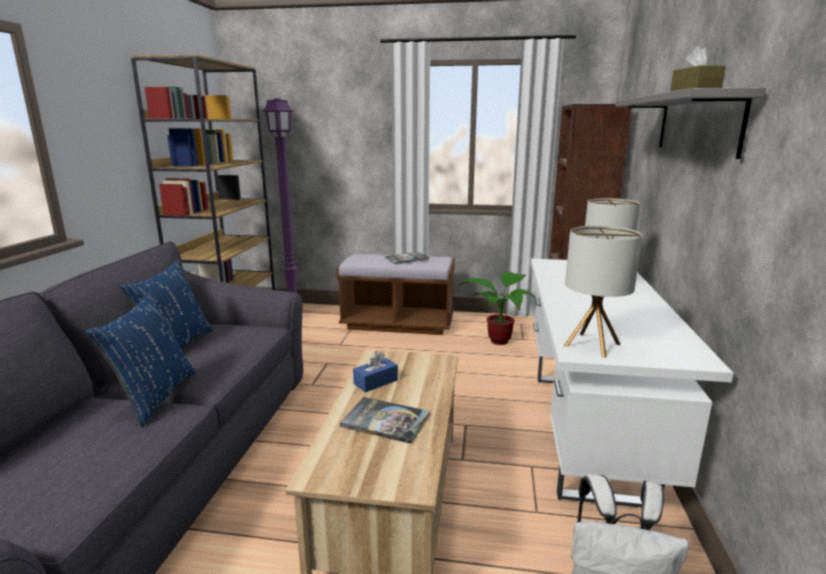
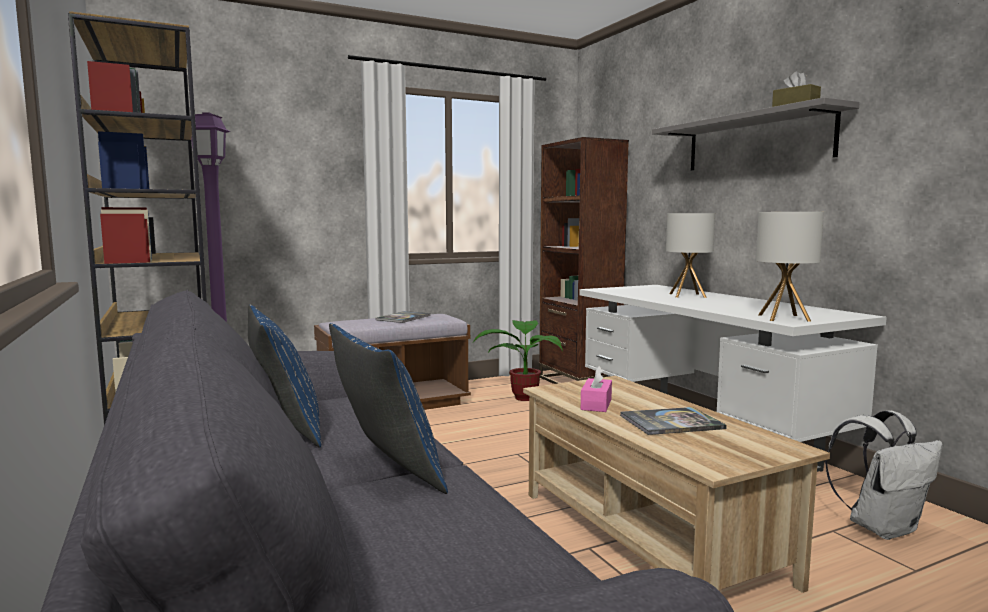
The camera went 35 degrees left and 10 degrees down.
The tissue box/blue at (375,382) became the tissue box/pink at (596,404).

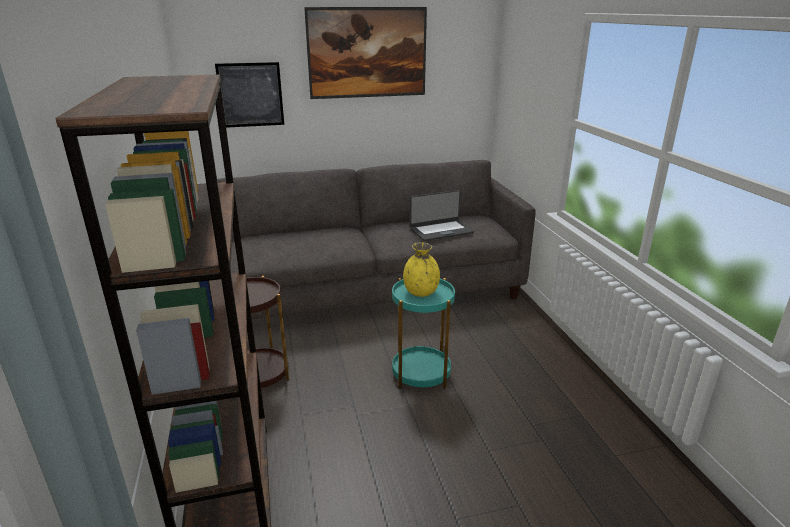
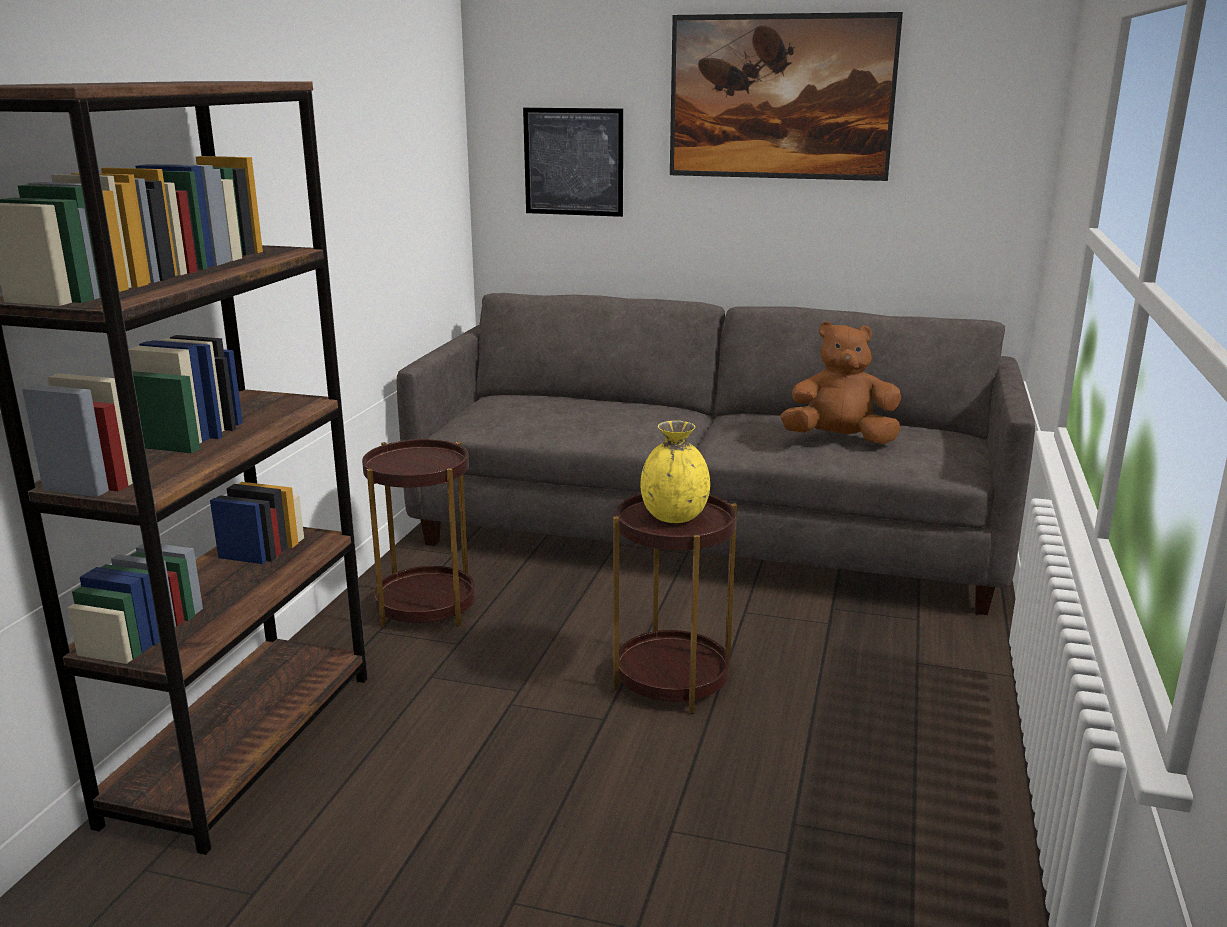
The camera went 30 degrees right and 5 degrees down.
The side table/turquoise at (421,373) became the side table/brown at (672,680).
The laptop at (441,230) was replaced by the plush toy/brown at (839,440).

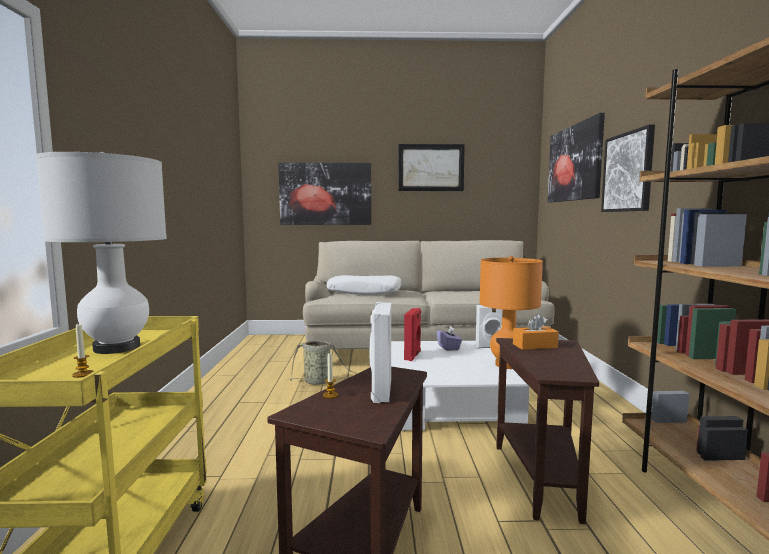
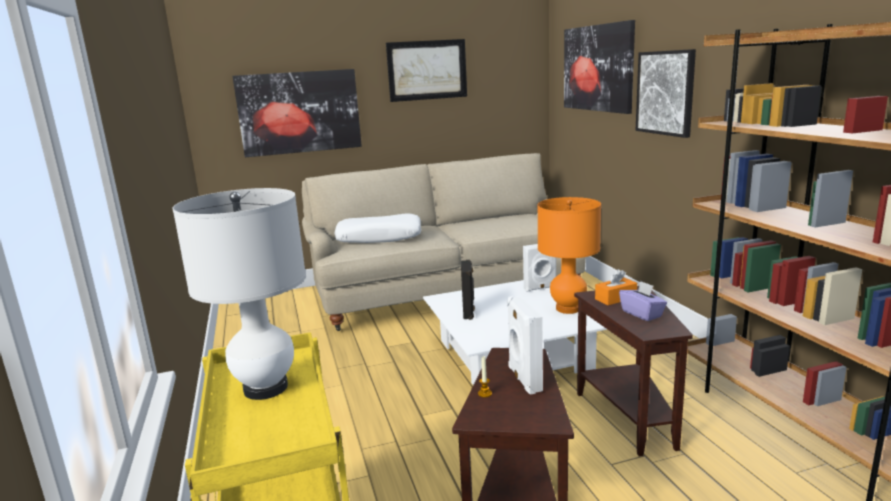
The camera went 15 degrees left and 10 degrees up.
The speaker/red at (413,356) became the speaker/black at (469,312).
The tissue box/purple moved from (449,347) to (642,314).
The candle at (83,374) disappeared.
The basket at (319,382) disappeared.

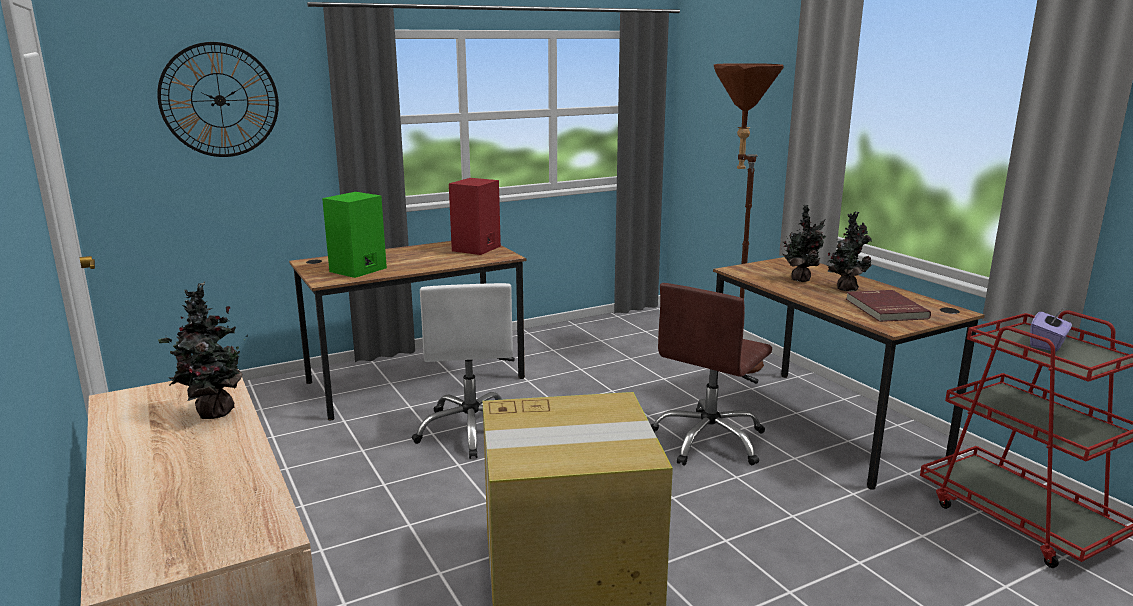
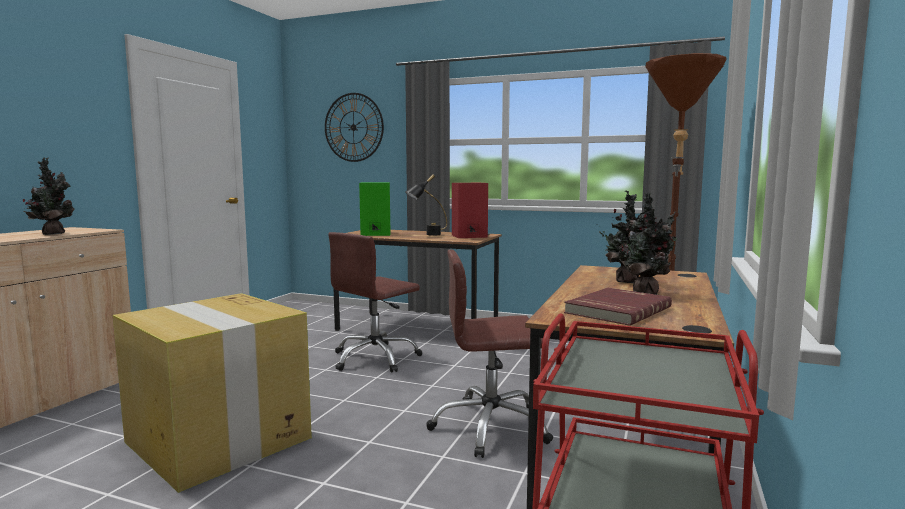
The camera went 50 degrees right and 10 degrees down.
The office chair/white at (472,430) became the office chair/brown at (375,358).
The table lamp/black at (427,235) appeared.
The tissue box/purple at (1047,344) disappeared.

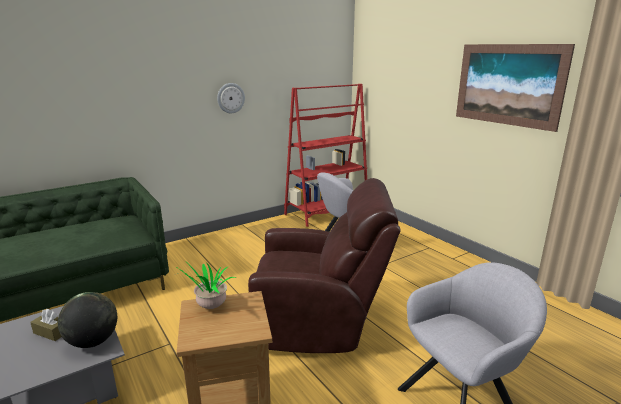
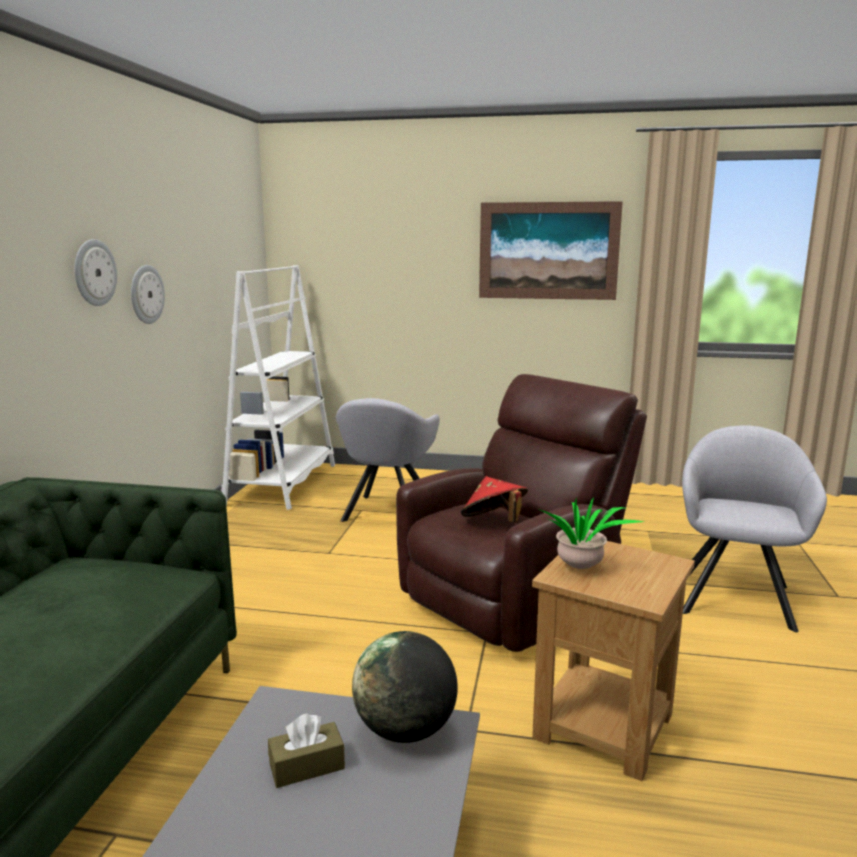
The camera went 45 degrees left and 5 degrees down.
The wall clock at (94,272) appeared.
The bookcase/red at (327,212) became the bookcase/white at (283,484).
The hat/red at (494,523) appeared.

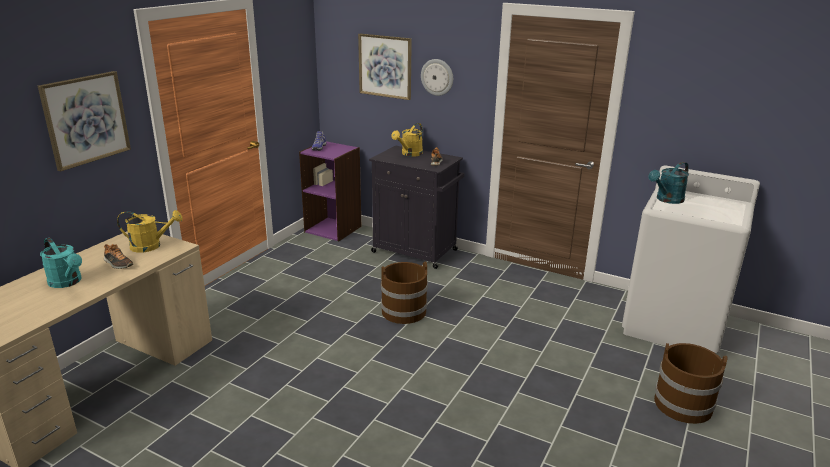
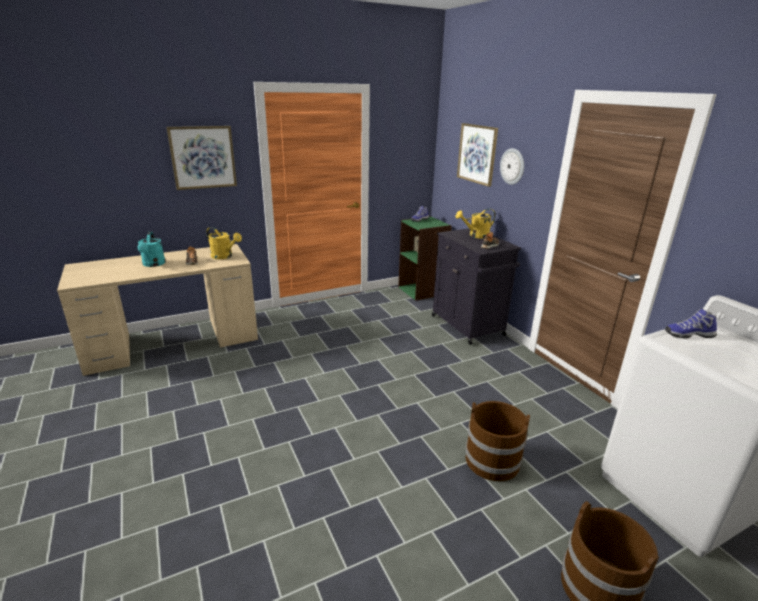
The camera went 35 degrees right and 0 degrees up.
The bookcase/purple at (333,229) became the bookcase/green at (422,291).
The bucket/brown moved from (404,311) to (492,460).
The watering can/turquoise at (667,200) was replaced by the shoe at (688,334).

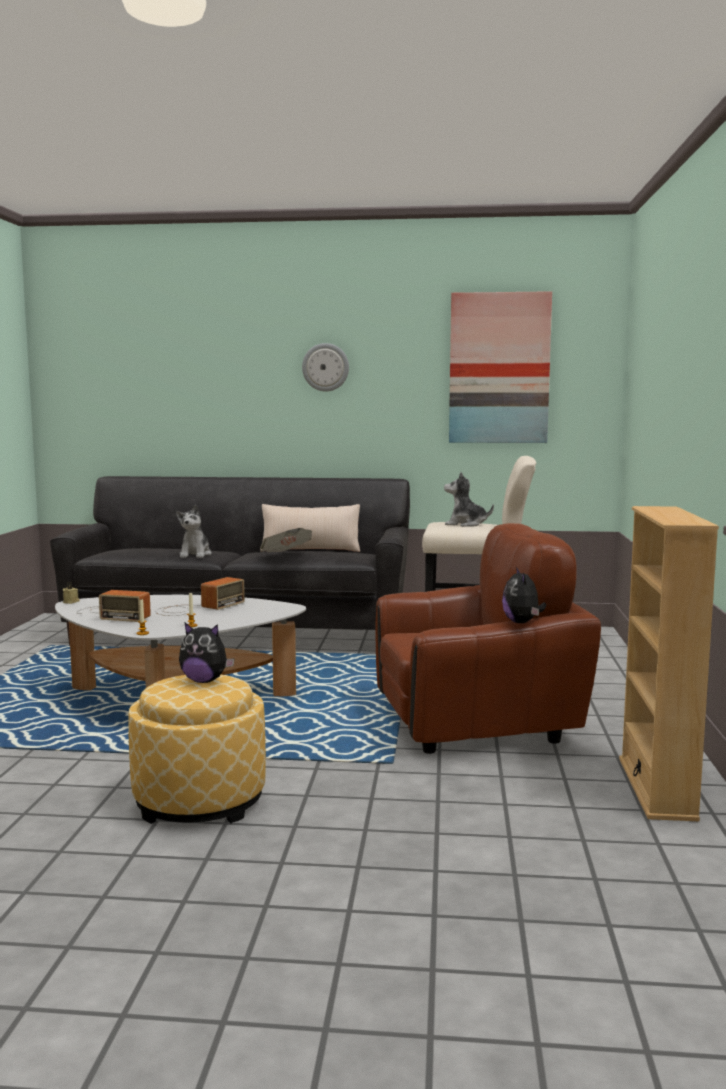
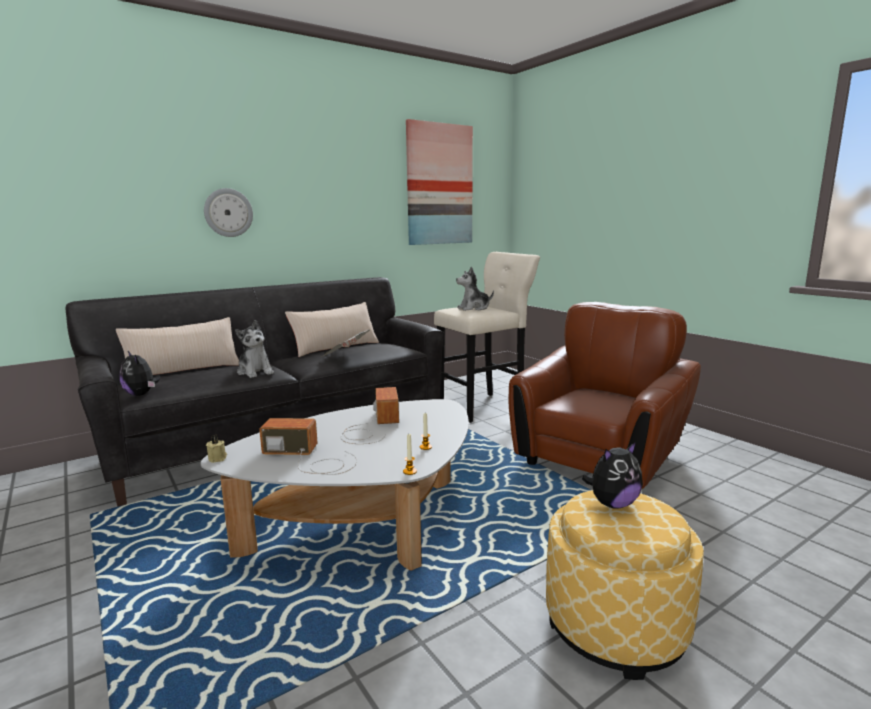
The camera went 40 degrees left and 5 degrees up.
The pillow/beige at (183,370) appeared.
The plush toy moved from (522,622) to (141,394).
The wall clock moved from (325,367) to (228,212).
The radio at (112,614) turned 150 degrees counterclockwise.
The bookcase/beige at (656,788) disappeared.

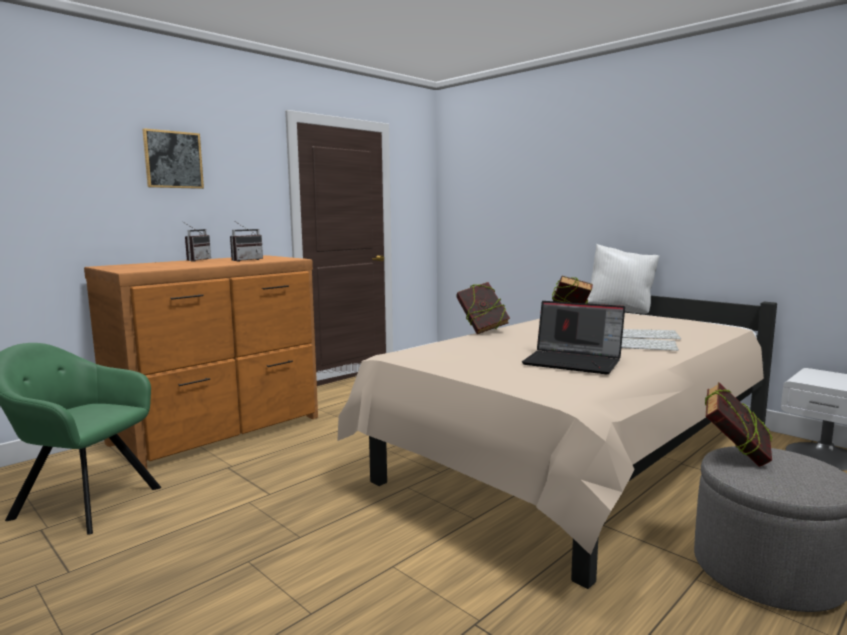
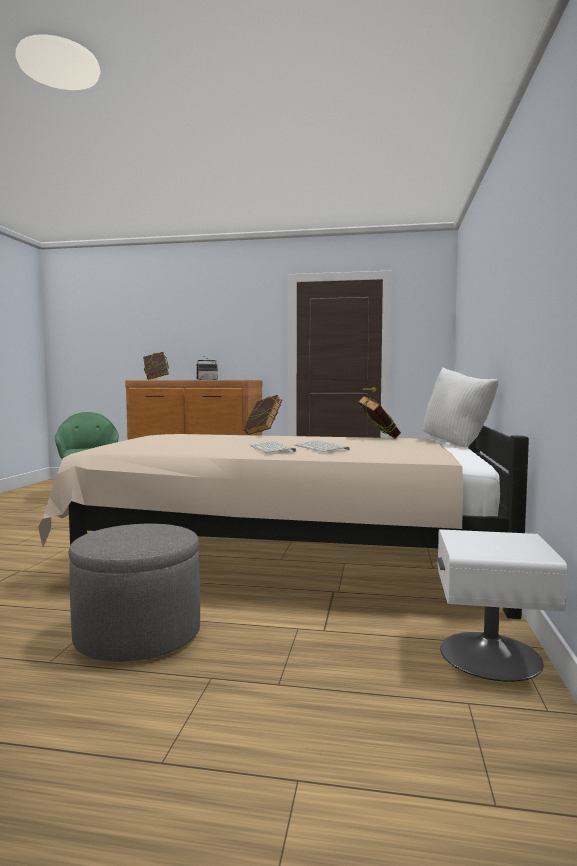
The camera went 55 degrees right and 5 degrees down.
The book moved from (735,456) to (156,379).
The picture at (173,159) disappeared.
The radio at (245,260) disappeared.
The laptop at (574,362) disappeared.

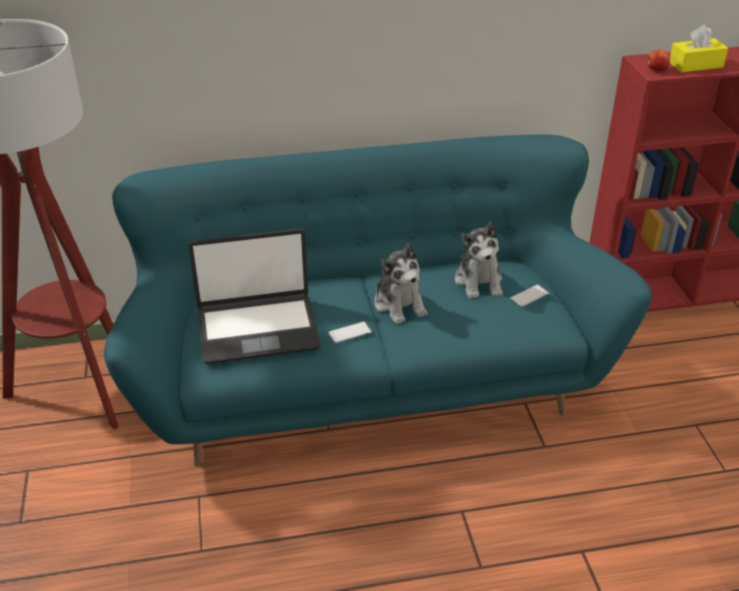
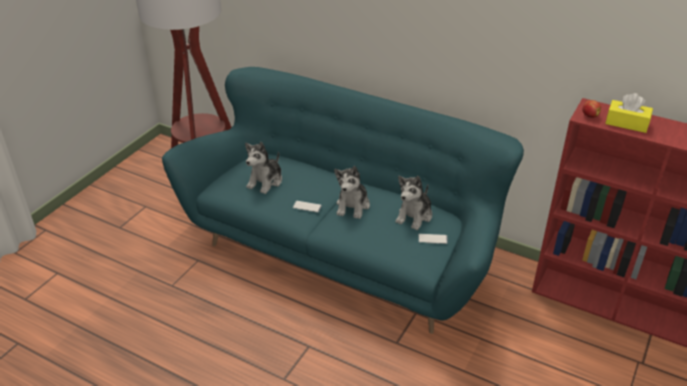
The camera went 40 degrees right and 0 degrees up.
The laptop at (257,329) was replaced by the plush toy at (265,181).

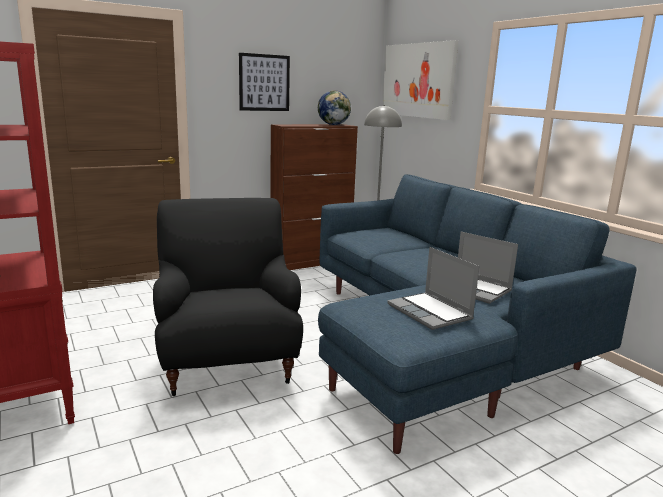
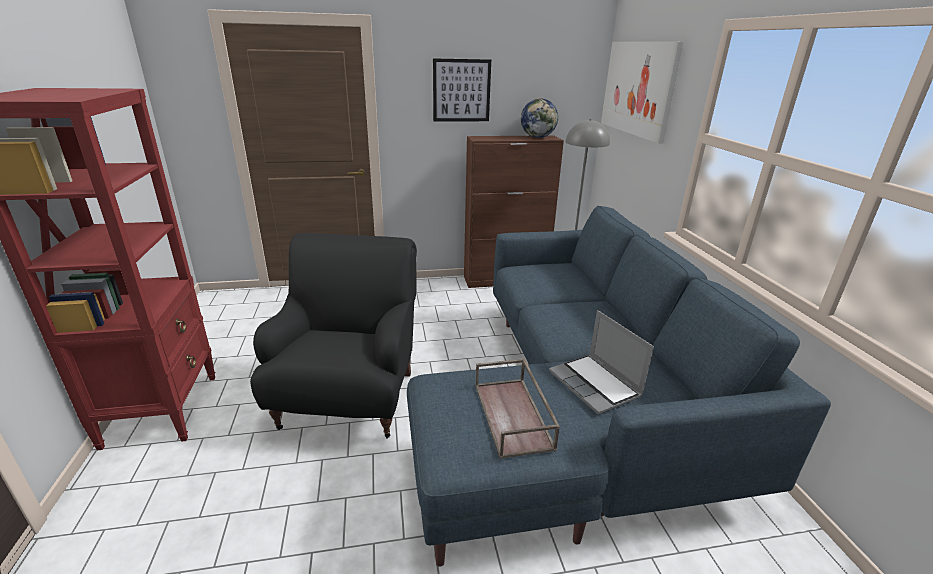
The camera went 20 degrees right and 10 degrees up.
The laptop at (431,312) was replaced by the tray/brown at (514,416).

